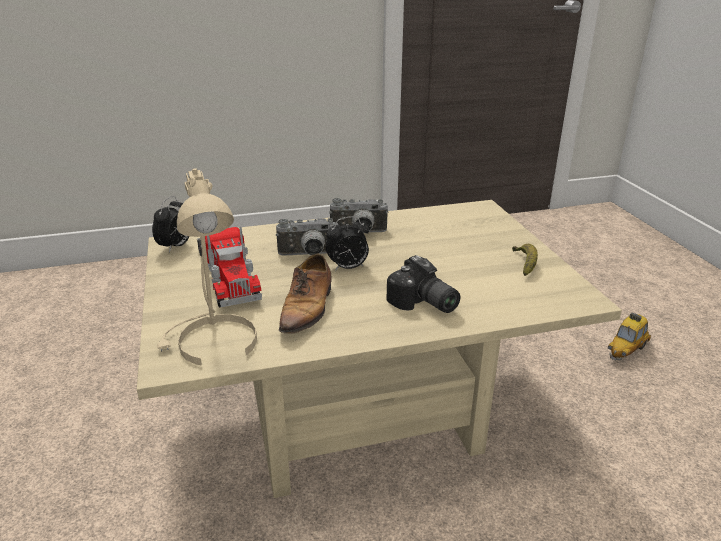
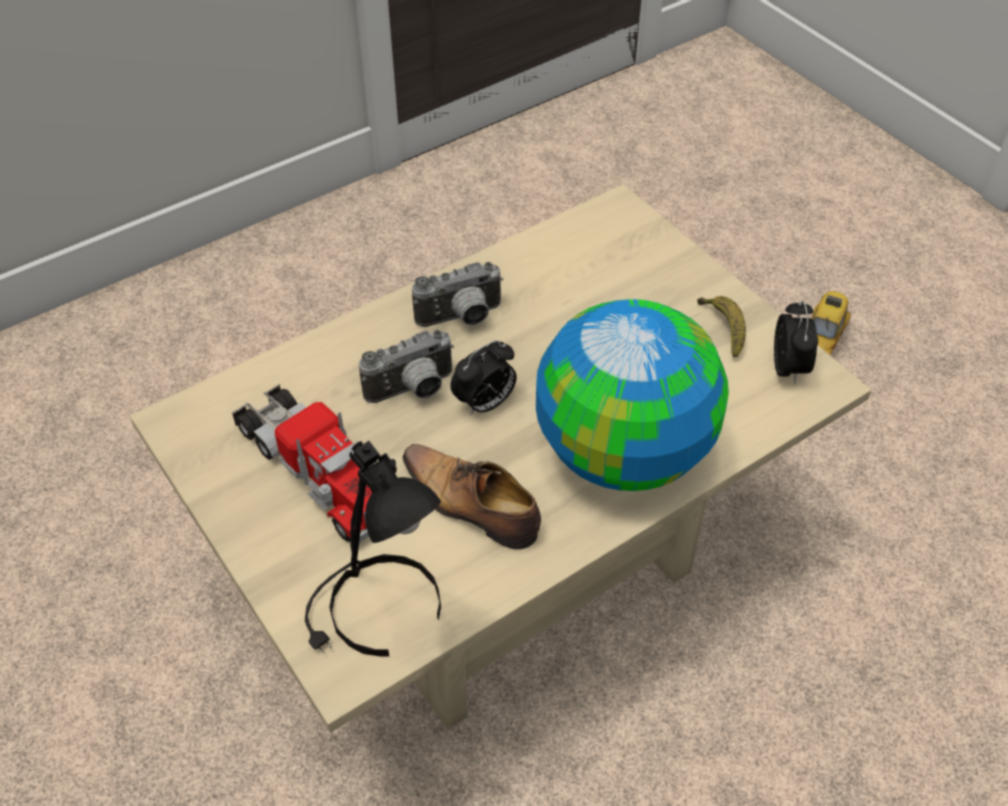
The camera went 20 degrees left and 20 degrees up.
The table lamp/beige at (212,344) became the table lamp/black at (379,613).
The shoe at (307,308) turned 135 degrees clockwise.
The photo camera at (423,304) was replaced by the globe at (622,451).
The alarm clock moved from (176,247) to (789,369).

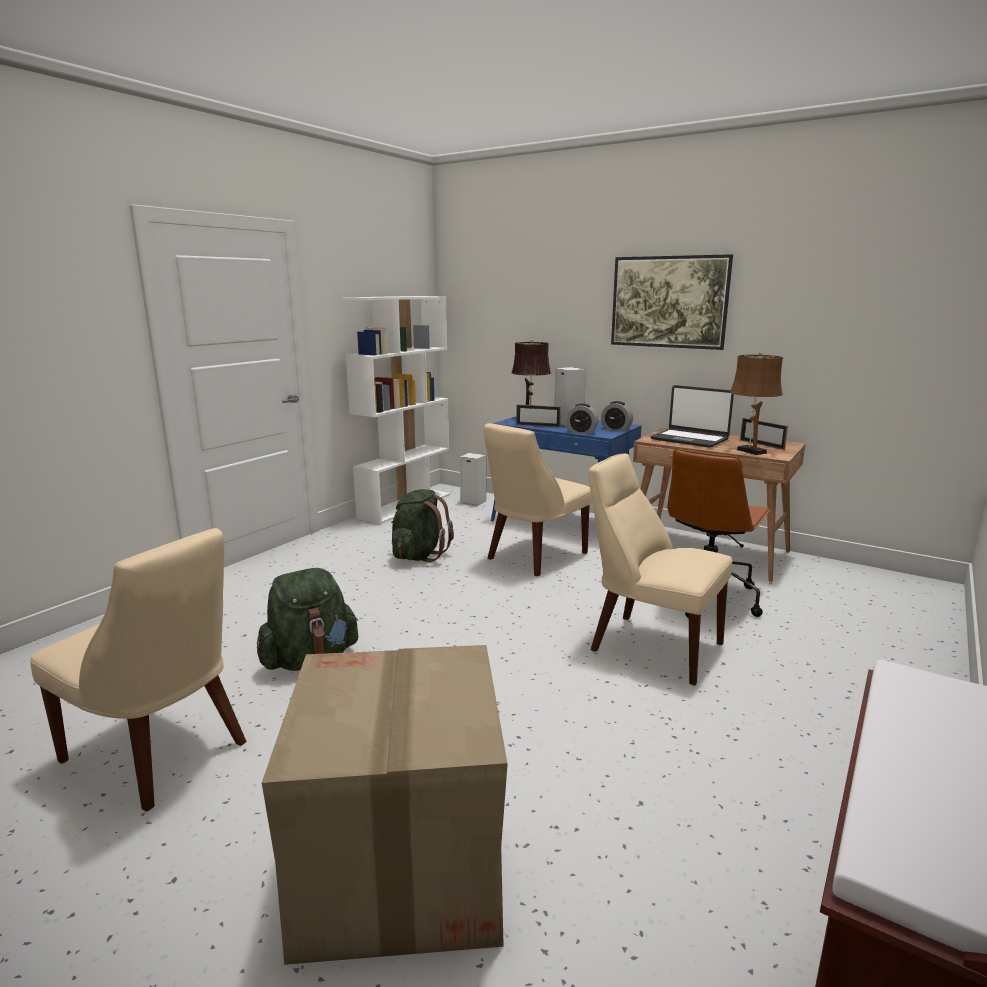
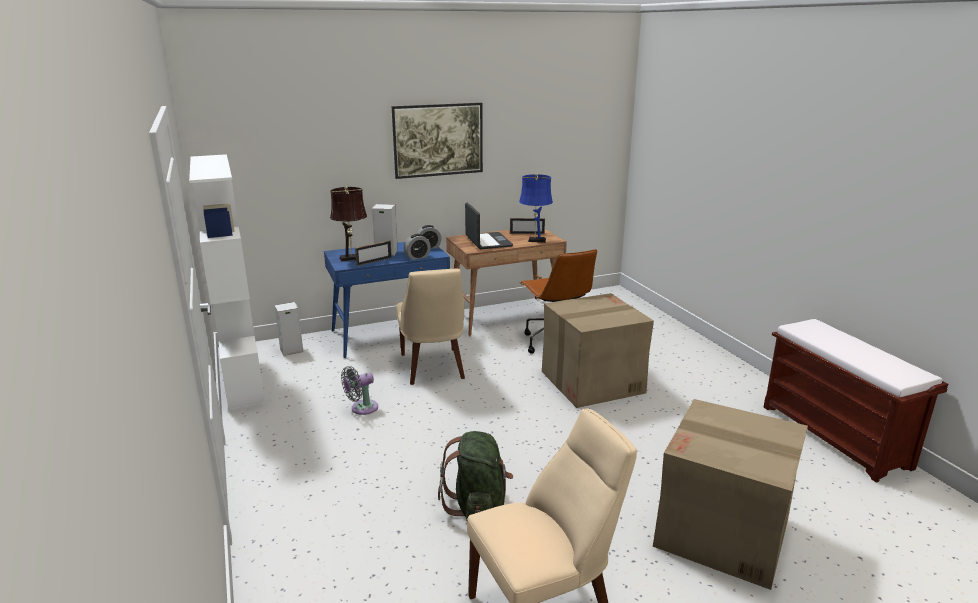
The camera went 55 degrees left and 5 degrees up.
The backpack/green at (419,555) was replaced by the fan/grey at (361,408).
The laptop at (689,439) turned 90 degrees counterclockwise.
The table lamp/brown at (749,451) became the table lamp/blue at (535,240).
The chair/beige at (650,645) was replaced by the cardboard box at (591,382).

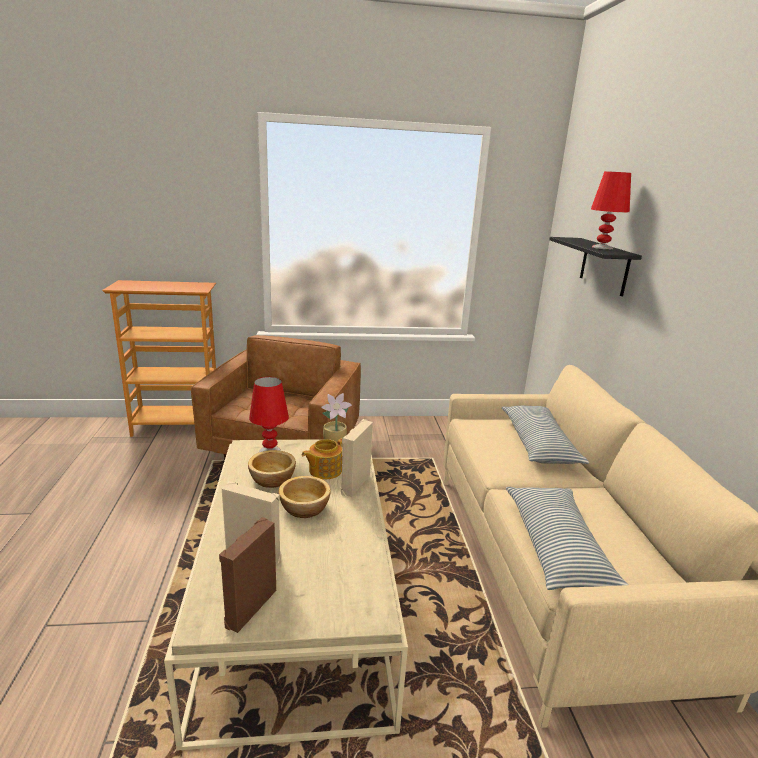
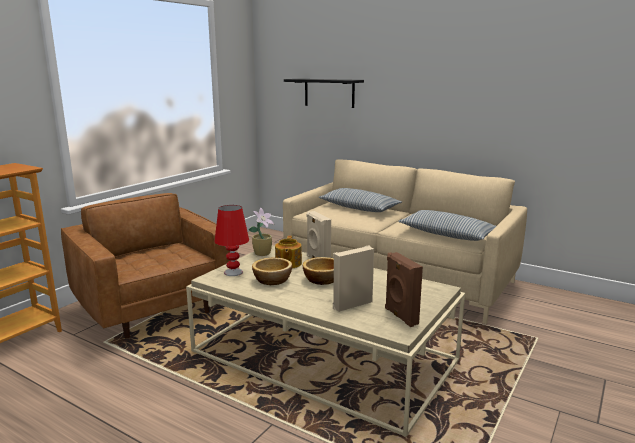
The camera went 50 degrees left and 5 degrees down.
The table lamp/red at (602,247) disappeared.

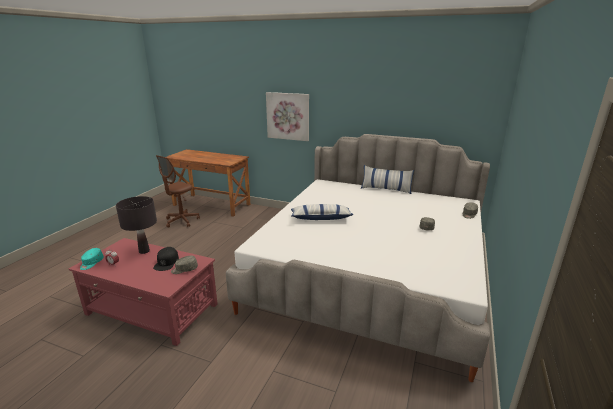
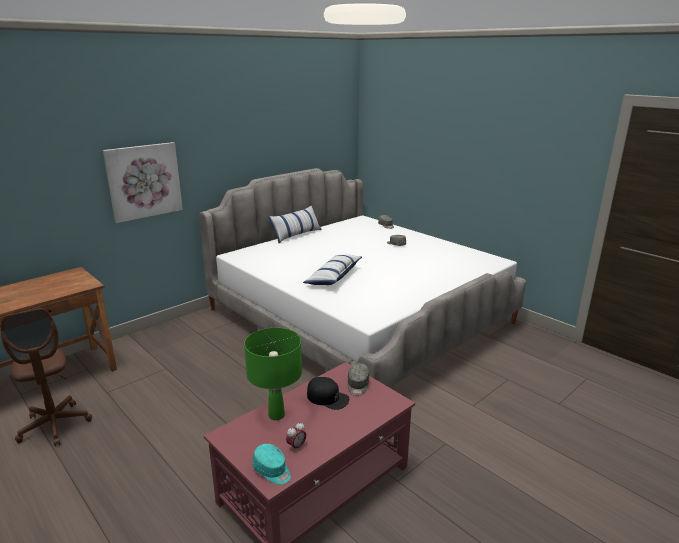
The camera went 65 degrees left and 0 degrees up.
The table lamp/black at (144,251) became the table lamp/green at (276,415).

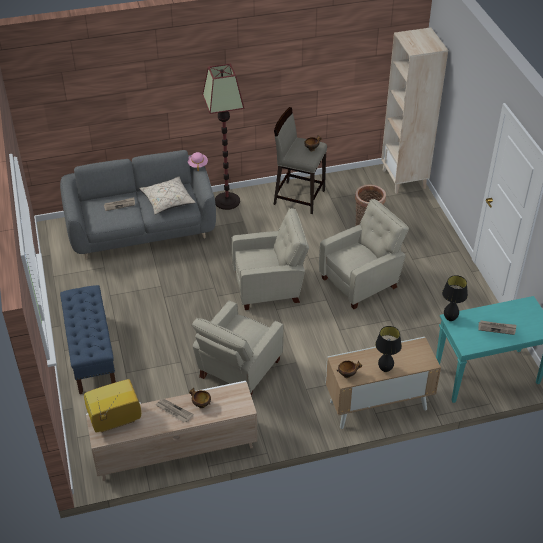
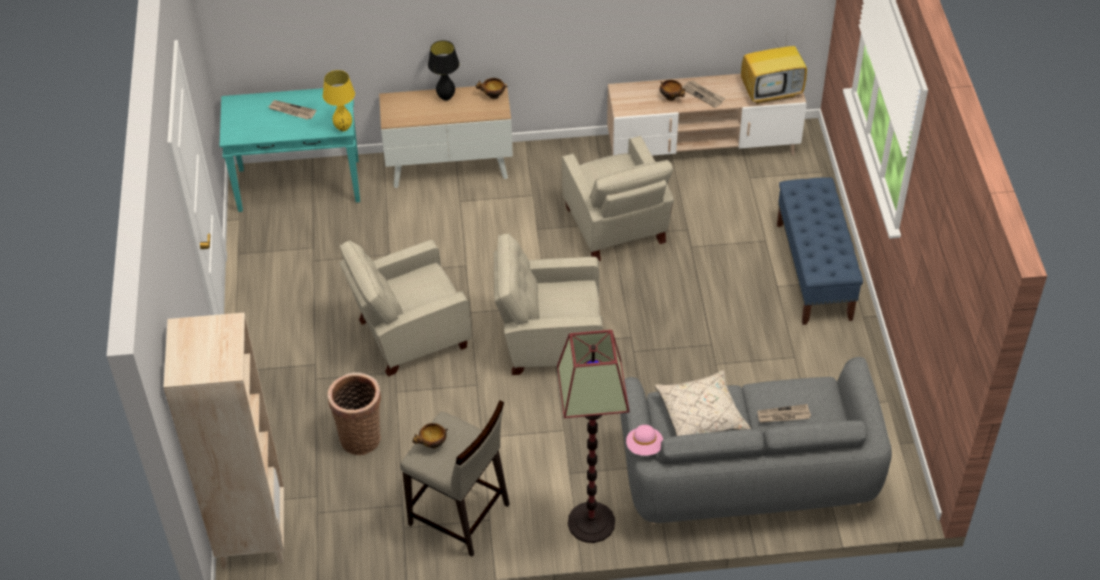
The camera went 170 degrees left and 5 degrees up.
The table lamp/black at (450,318) became the table lamp/yellow at (343,128).
The armchair/beige at (237,370) turned 120 degrees clockwise.

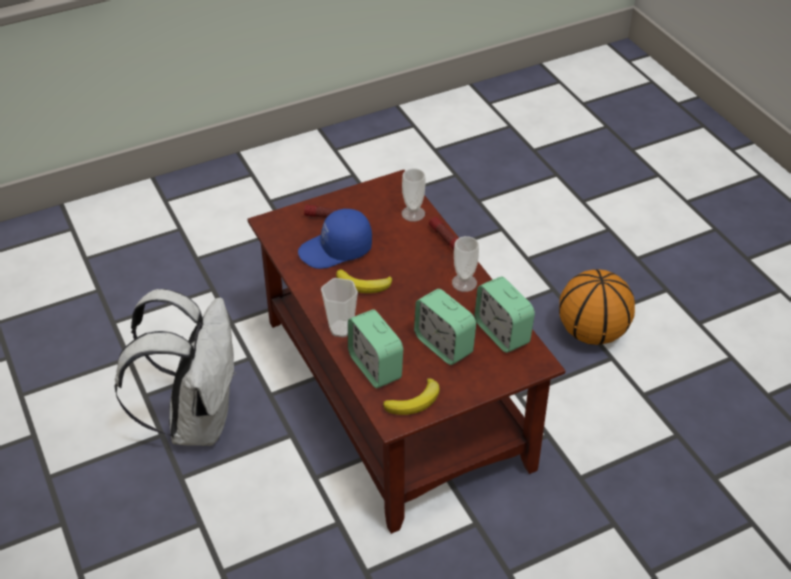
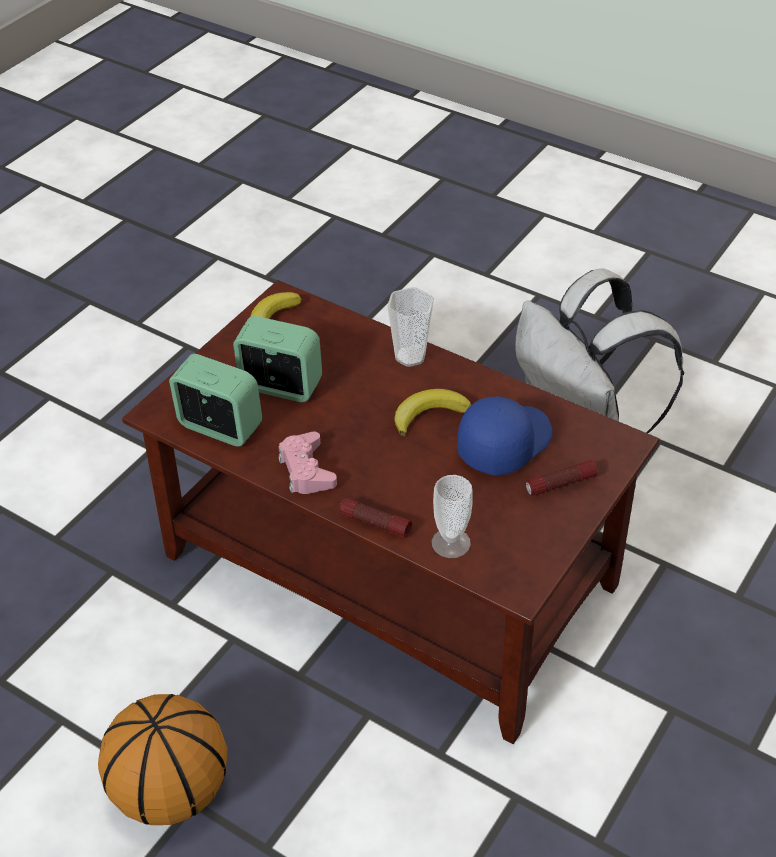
The camera went 150 degrees right and 0 degrees up.
The cup at (464,283) was replaced by the game controller/pink at (306,470).
The alarm clock at (375,367) disappeared.

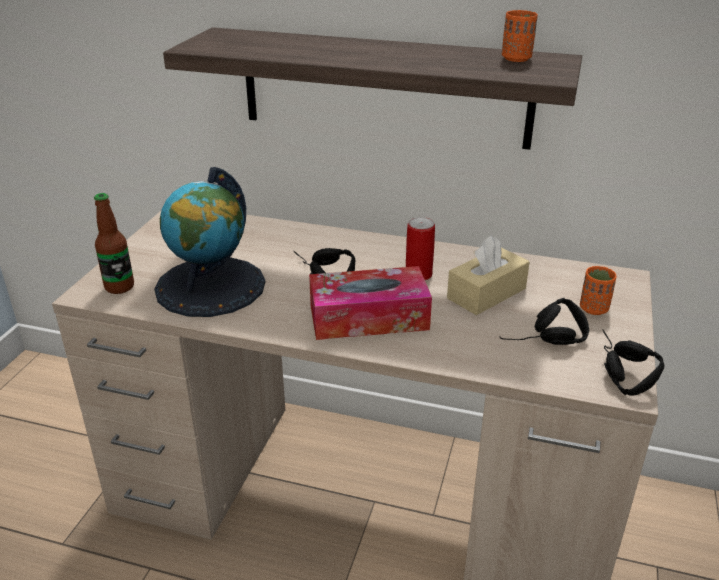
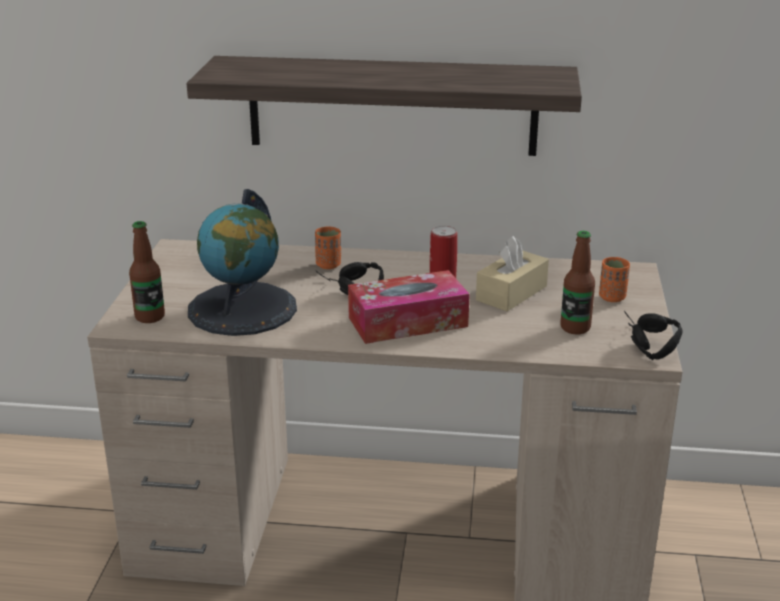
The camera went 10 degrees left and 5 degrees down.
The cup/orange moved from (516,59) to (328,265).
The headphones/black at (545,343) was replaced by the bottle at (575,328).

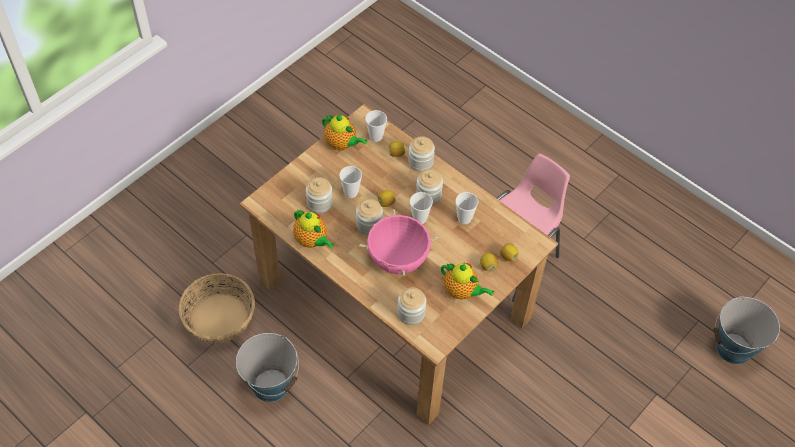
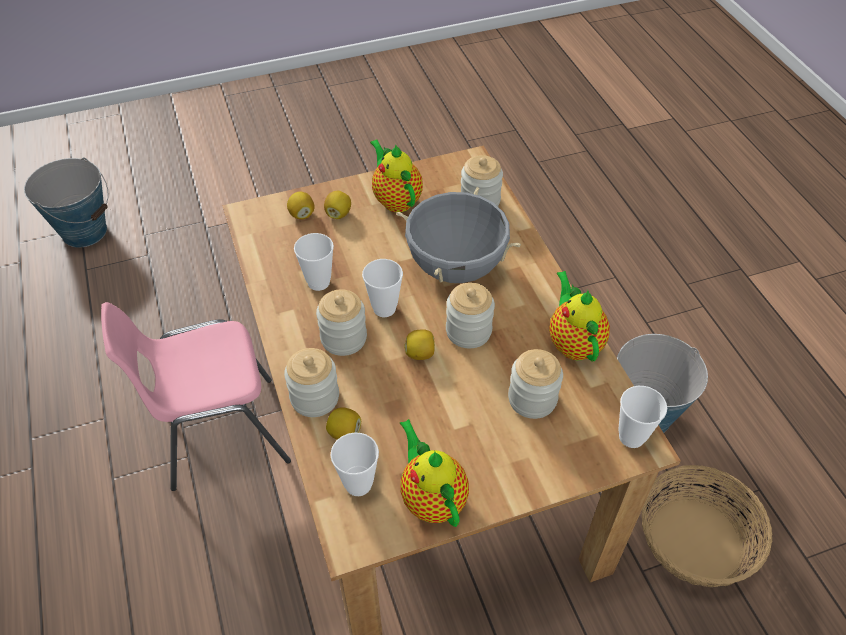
The camera went 150 degrees left and 5 degrees down.
The cooking pot/pink at (398,260) became the cooking pot/grey at (456,267).
The cup moved from (351,192) to (631,437).

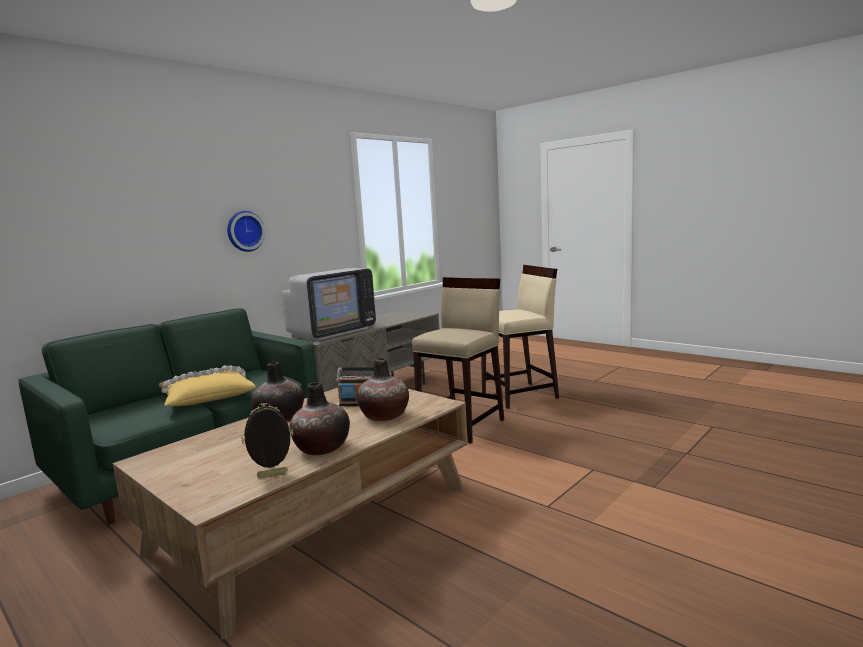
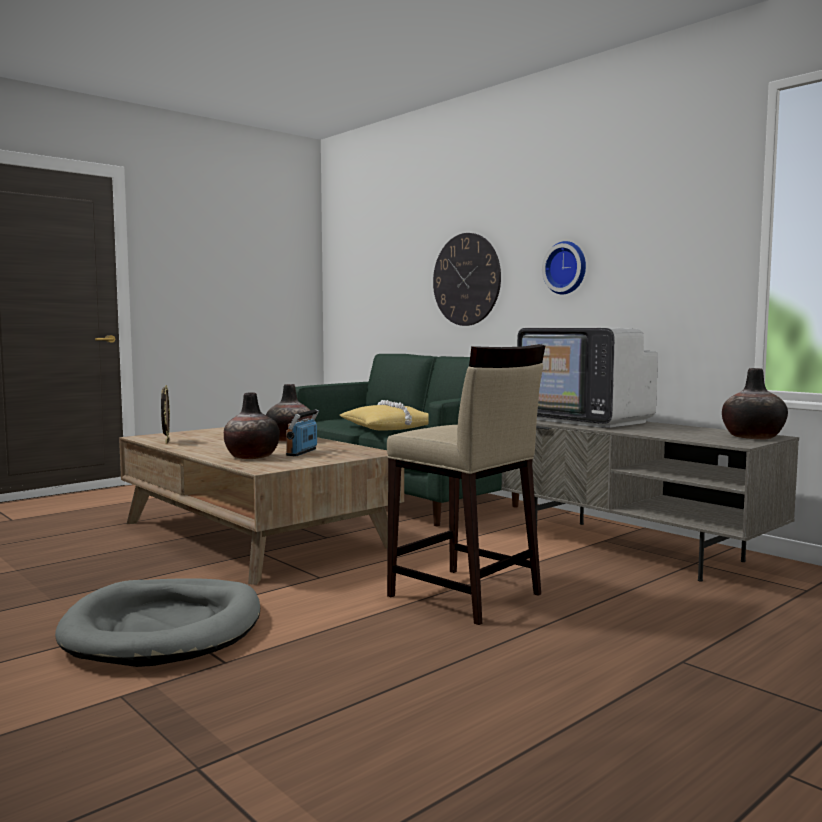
The camera went 95 degrees right and 5 degrees down.
The dog bed/grey at (165,628) appeared.
The wall clock at (466,279) appeared.
The vase moved from (322,448) to (753,437).
The stool/beige at (520,395) disappeared.

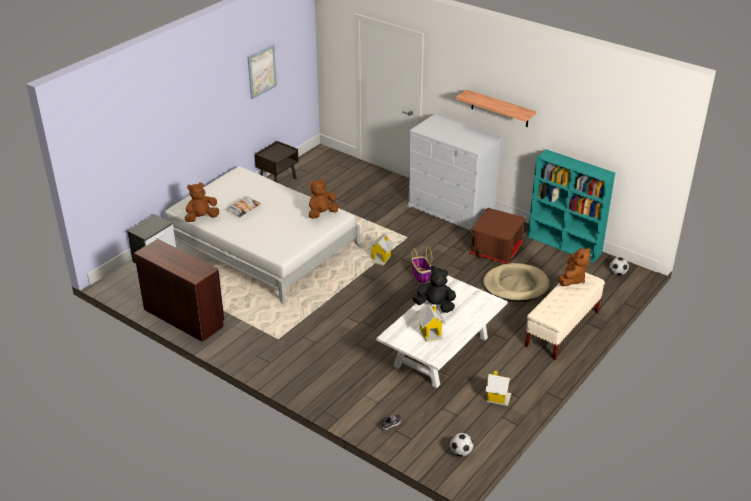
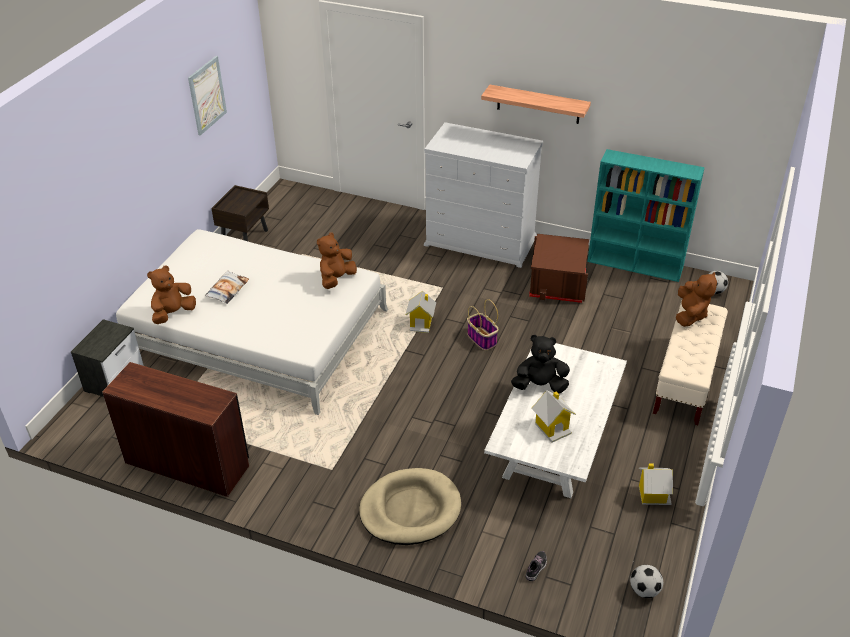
The camera went 15 degrees left and 5 degrees up.
The dog bed/beige moved from (515,285) to (410,509).

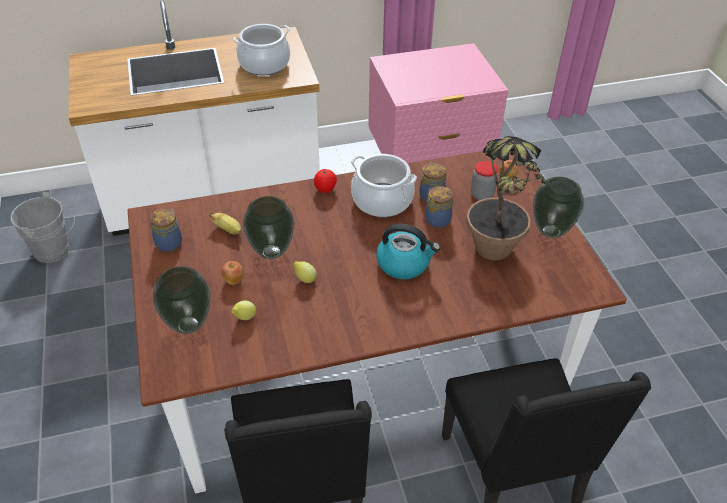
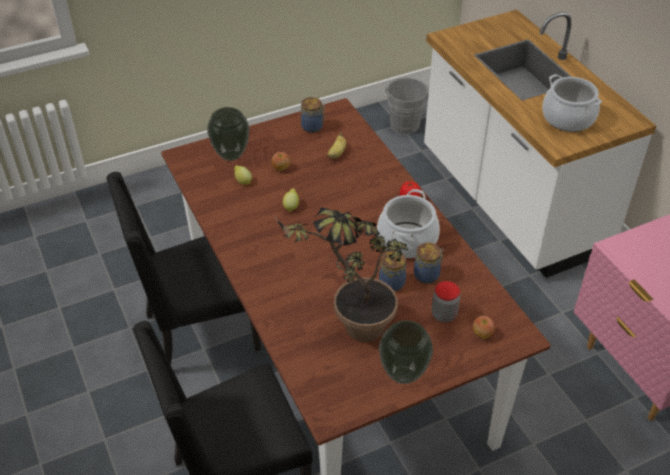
The camera went 80 degrees right and 0 degrees up.
The vase at (271,252) disappeared.
The kettle at (404,263) disappeared.

